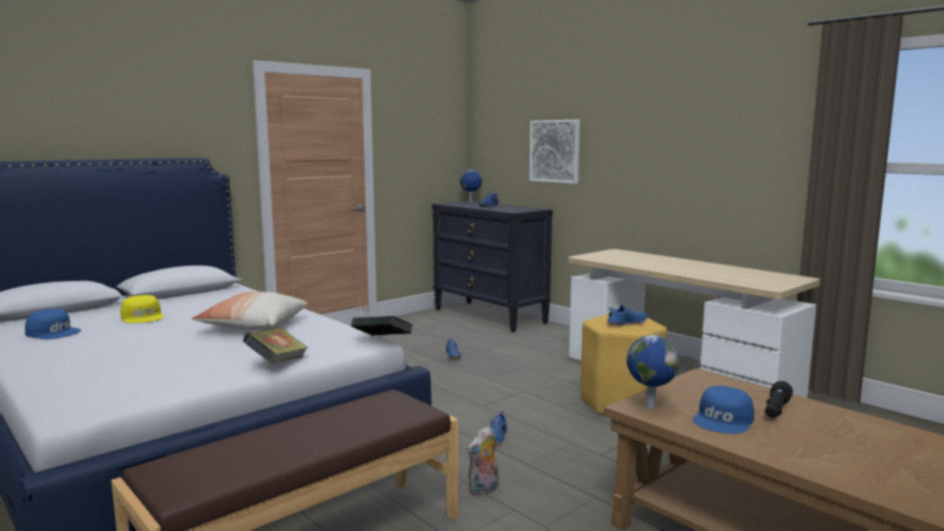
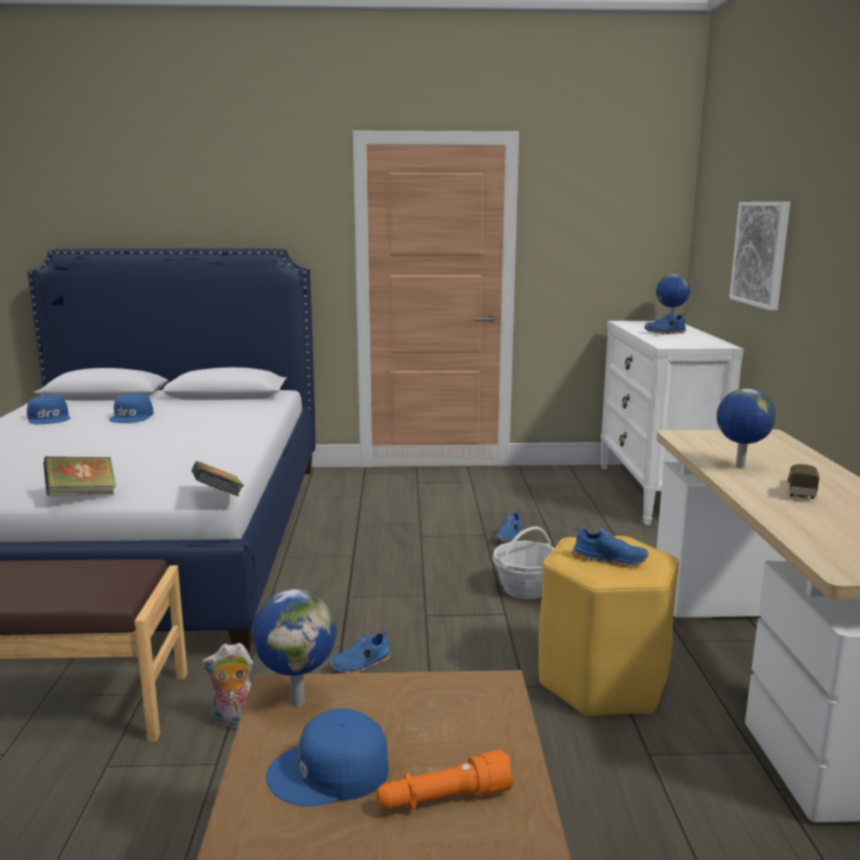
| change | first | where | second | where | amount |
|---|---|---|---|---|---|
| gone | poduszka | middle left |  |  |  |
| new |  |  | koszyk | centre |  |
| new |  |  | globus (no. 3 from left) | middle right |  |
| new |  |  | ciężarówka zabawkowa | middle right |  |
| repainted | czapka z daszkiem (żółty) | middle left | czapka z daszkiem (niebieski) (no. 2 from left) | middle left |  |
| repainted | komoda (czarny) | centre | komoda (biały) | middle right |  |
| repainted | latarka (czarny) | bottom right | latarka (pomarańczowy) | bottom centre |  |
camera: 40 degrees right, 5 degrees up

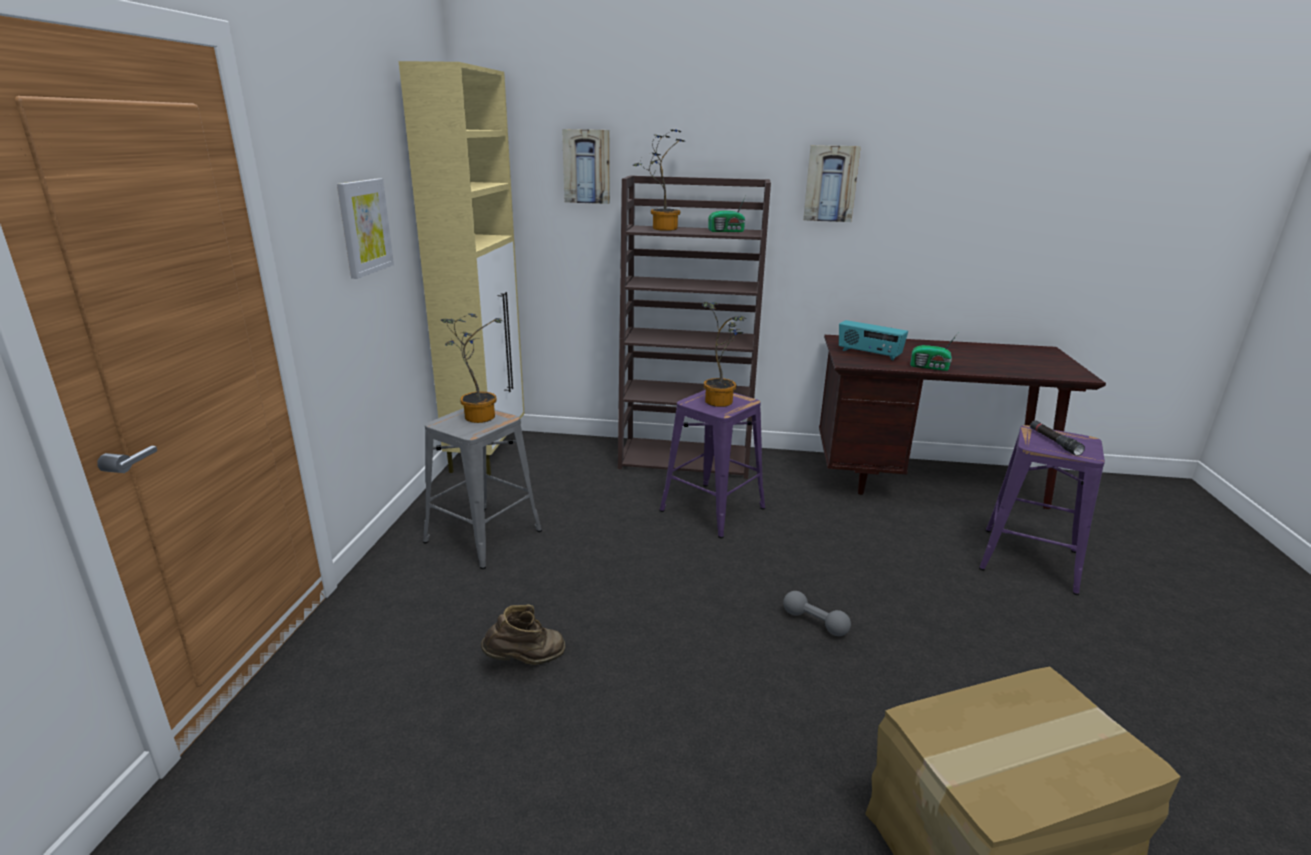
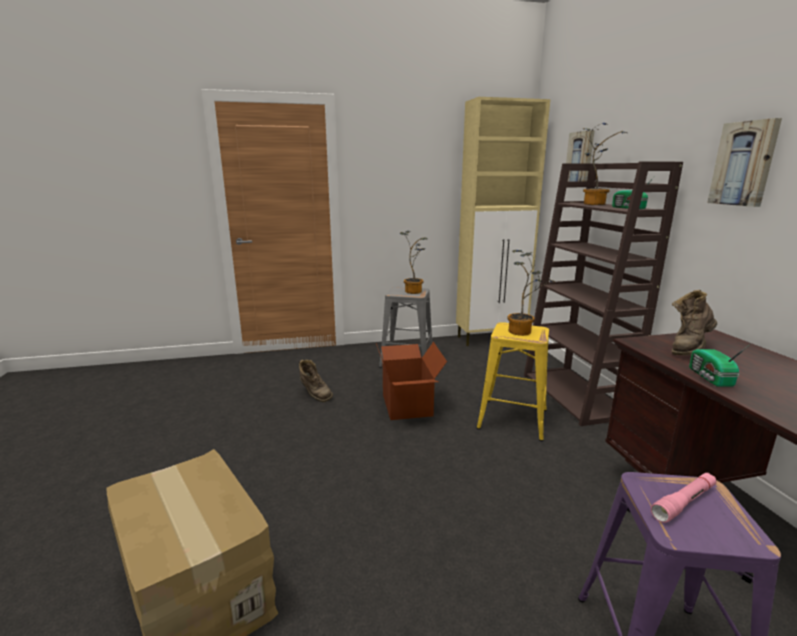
| change | first | where | second | where | amount |
|---|---|---|---|---|---|
| gone | obraz (no. 1 from left) | top left |  |  |  |
| gone | hantel (szary) | bottom centre |  |  |  |
| new |  |  | karton (no. 2 from left) | centre |  |
| swapped | radio (no. 2 from left) | centre | but z cholewką (brązowy) (no. 2 from left) | middle right |  |
| repainted | stołek (fioletowy) (no. 1 from left) | centre | stołek (żółty) | centre |  |
| repainted | latarka (czarny) | middle right | latarka (różowy) | bottom right |  |
camera: 70 degrees right, 5 degrees down

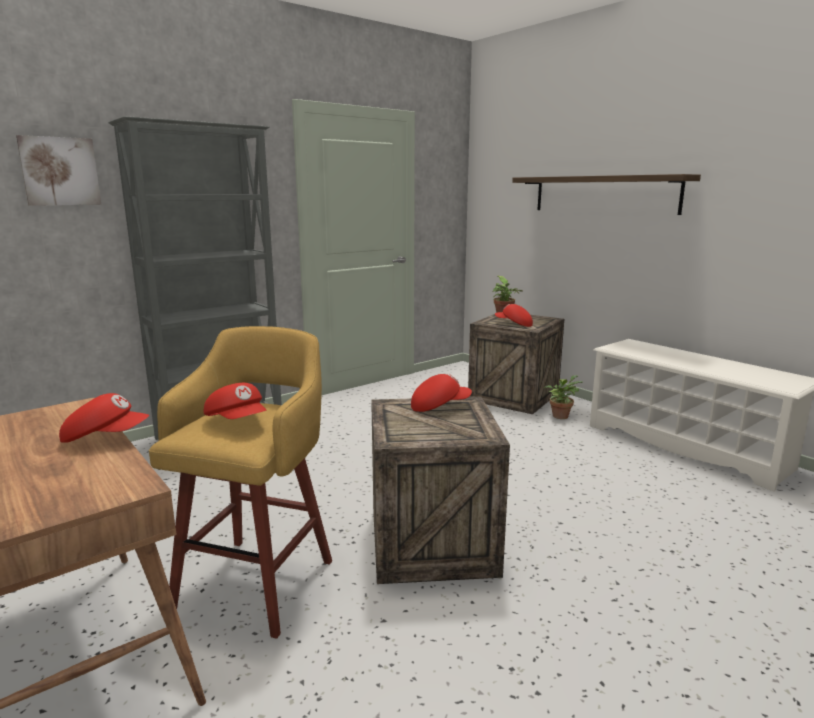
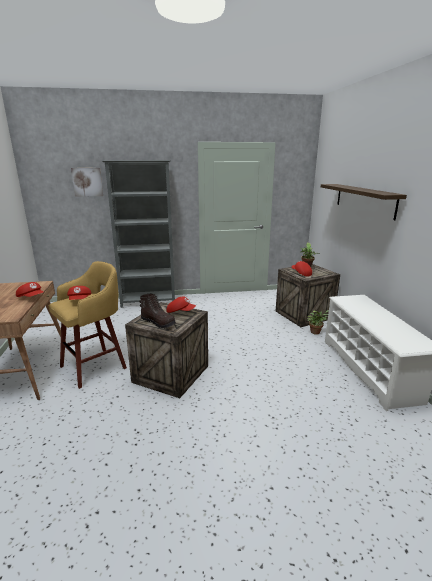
| change | first | where | second | where | amount |
|---|---|---|---|---|---|
| new |  |  | but z cholewką (brązowy) | centre |  |
camera: 30 degrees right, 5 degrees up

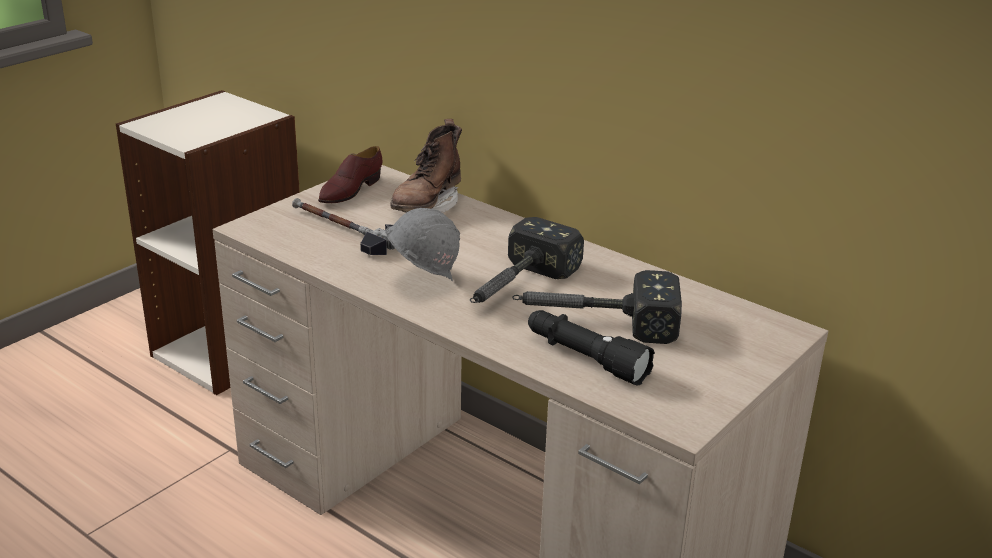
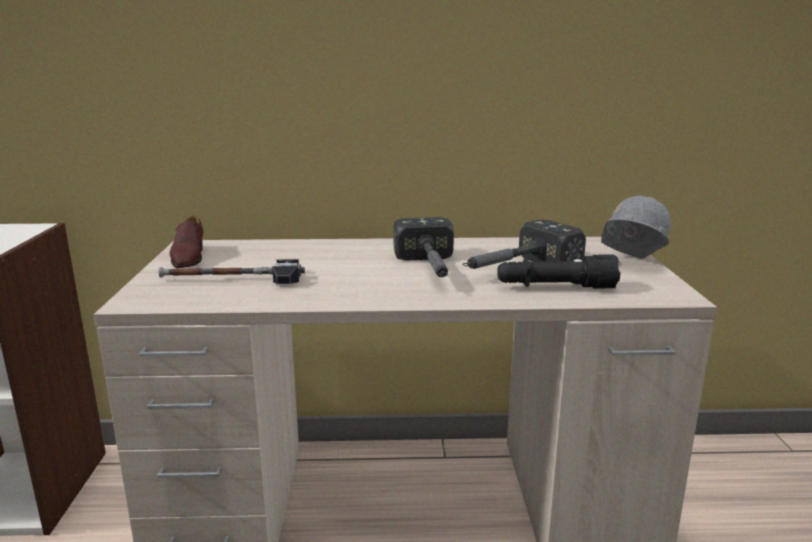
| change | first | where | second | where | amount |
|---|---|---|---|---|---|
| gone | but z cholewką (brązowy) | top centre |  |  |  |
| shifted | kask (szary) | centre |  | middle right |  |
camera: 40 degrees left, 10 degrees down

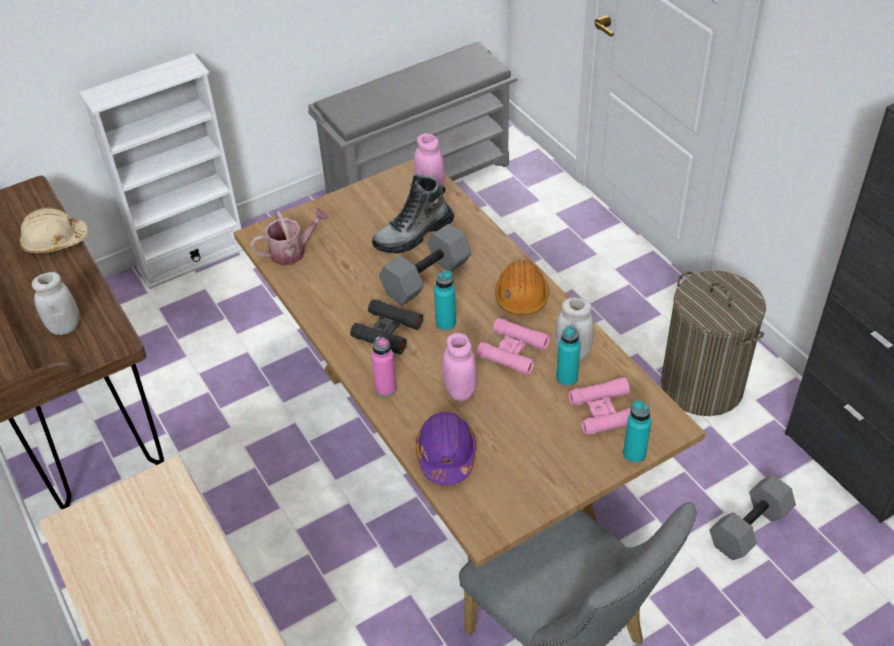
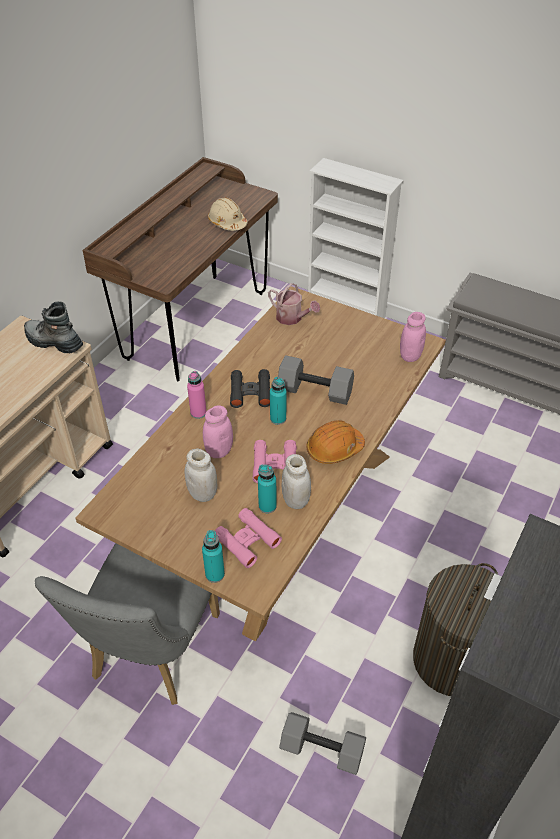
| change | first | where | second | where | amount |
|---|---|---|---|---|---|
| gone | kask (fioletowy) | bottom centre |  |  |  |
| shifted | słoik (biały) (no. 1 from left) | middle left |  | centre |  |
| shifted | but z cholewką | top centre |  | middle left |  |
camera: 60 degrees right, 0 degrees up

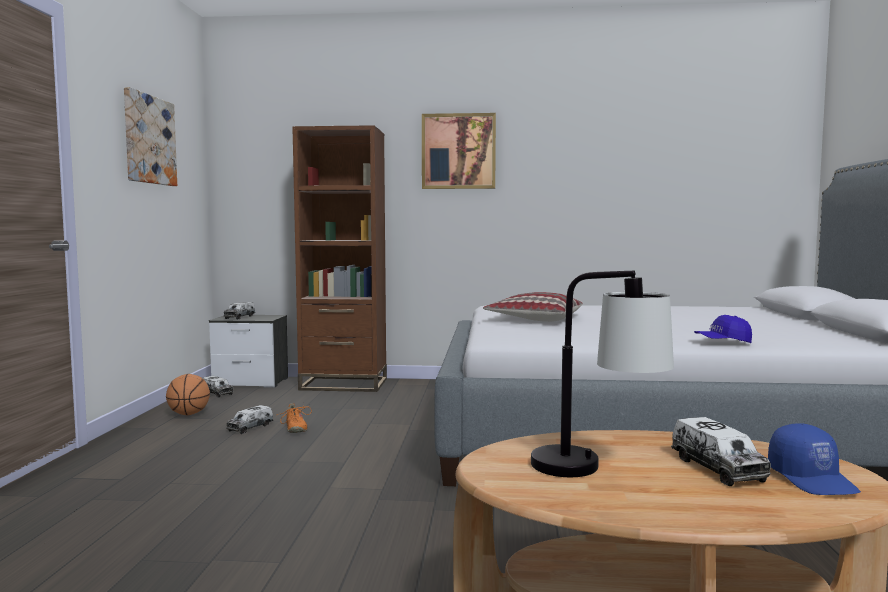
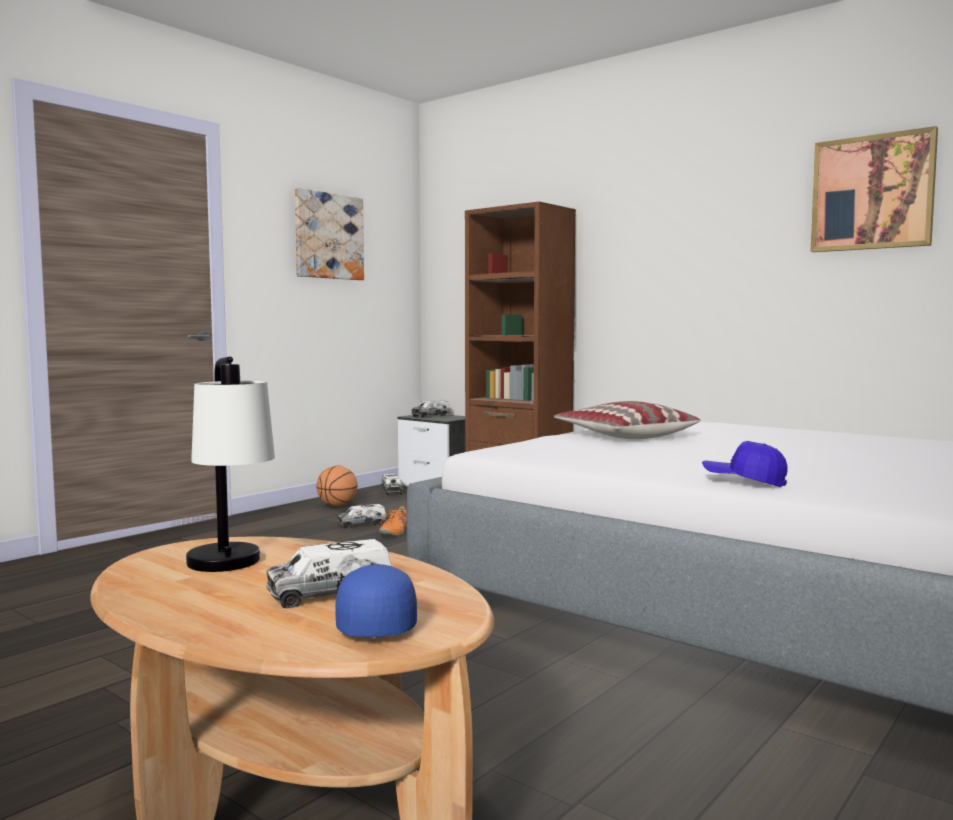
| change | first | where | second | where | amount |
|---|---|---|---|---|---|
| shifted | obraz (no. 2 from left) | top centre |  | top right |  |
| rotated | ciężarówka zabawkowa (no. 4 from left in the first image) | bottom right | ciężarówka zabawkowa (no. 1 from left) | bottom centre | 45 degrees clockwise |
| rotated | czapka z daszkiem (niebieski) (no. 2 from left in the first image) | bottom right | czapka z daszkiem (niebieski) (no. 1 from left) | bottom centre | 150 degrees clockwise |
camera: 35 degrees right, 0 degrees up

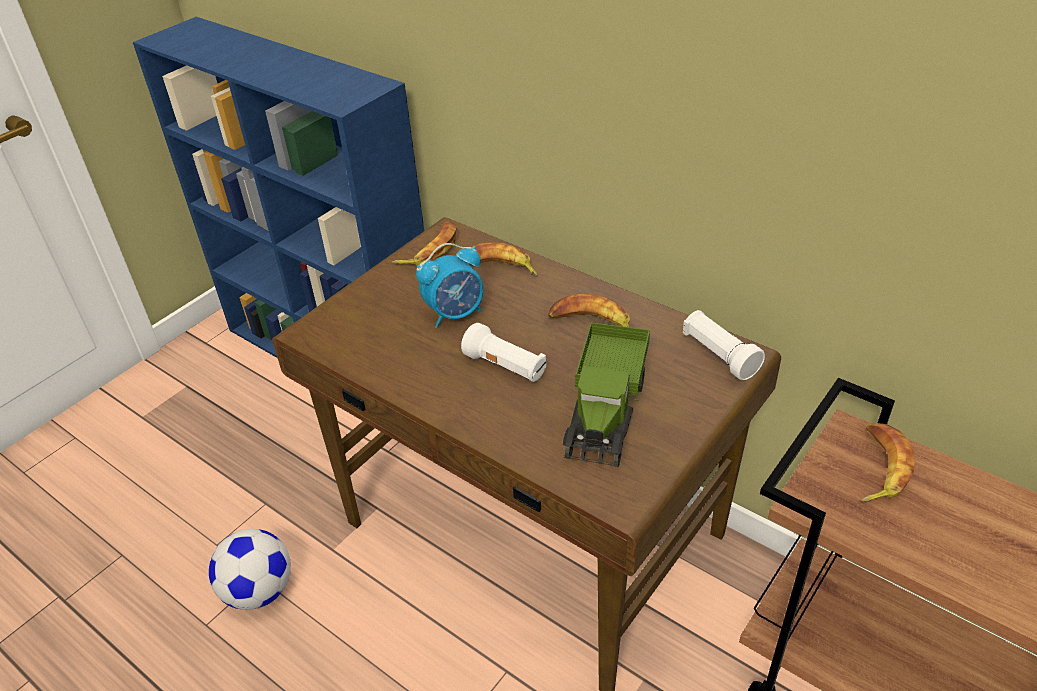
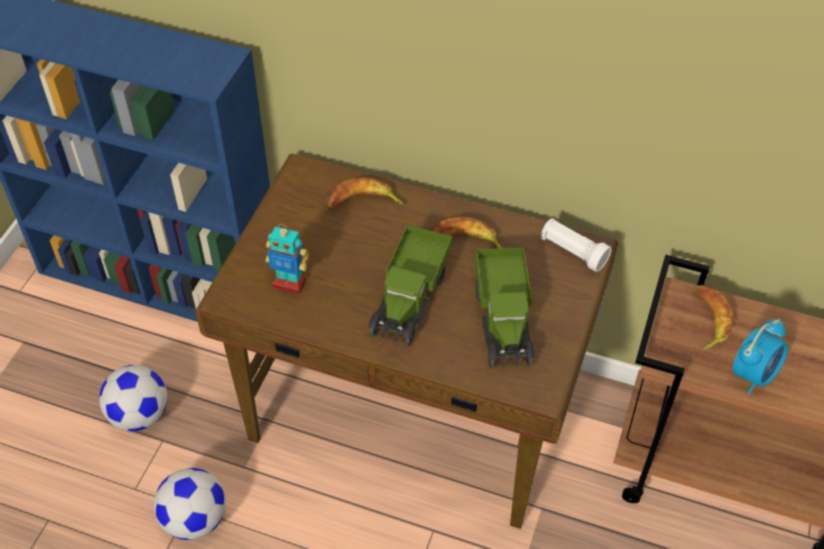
| change | first | where | second | where | amount |
|---|---|---|---|---|---|
| gone | banan (no. 1 from left) | centre |  |  |  |
| new |  |  | piłka futbolowa (no. 1 from left) | bottom left |  |
| new |  |  | robot zabawkowy | centre |  |
| shifted | budzik | centre |  | middle right |  |
| swapped | latarka (biały) (no. 1 from left) | centre | ciężarówka zabawkowa (no. 1 from left) | centre |  |
camera: 20 degrees left, 10 degrees up

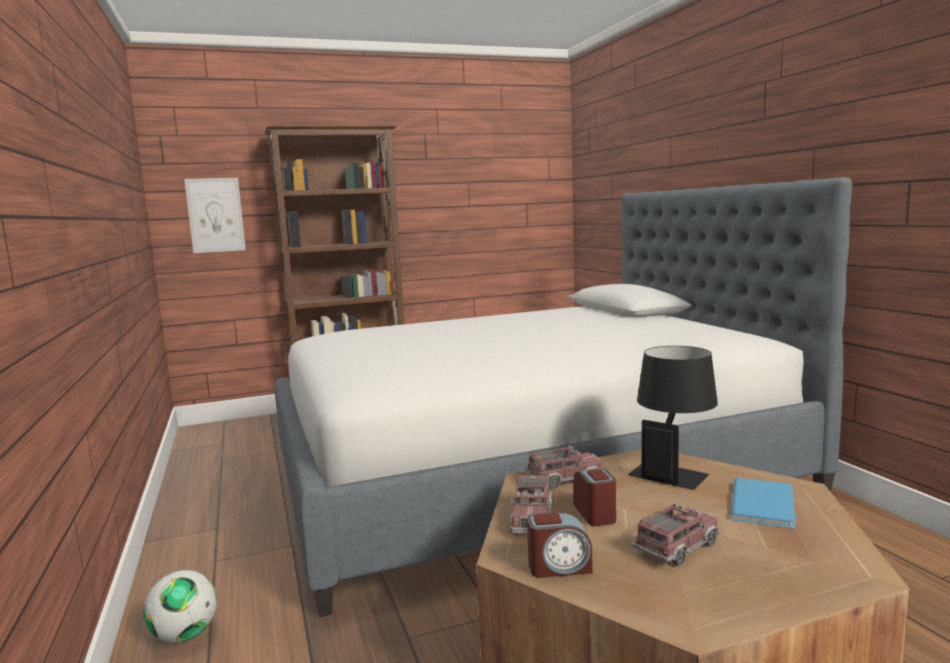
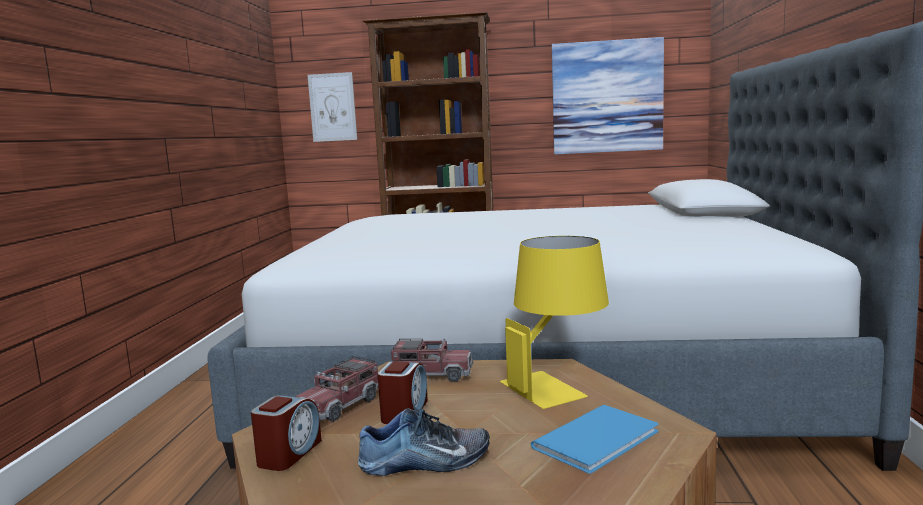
| change | first | where | second | where | amount |
|---|---|---|---|---|---|
| gone | piłka futbolowa | bottom left |  |  |  |
| new |  |  | obraz (no. 2 from left) | top centre |  |
| swapped | ciężarówka zabawkowa (no. 3 from left) | bottom right | but | bottom centre |  |
| repainted | lampa stołowa (czarny) | middle right | lampa stołowa (żółty) | centre |  |
| rotated | budzik (no. 1 from left) | bottom centre |  | bottom left | 90 degrees counterclockwise |
camera: 25 degrees right, 0 degrees up

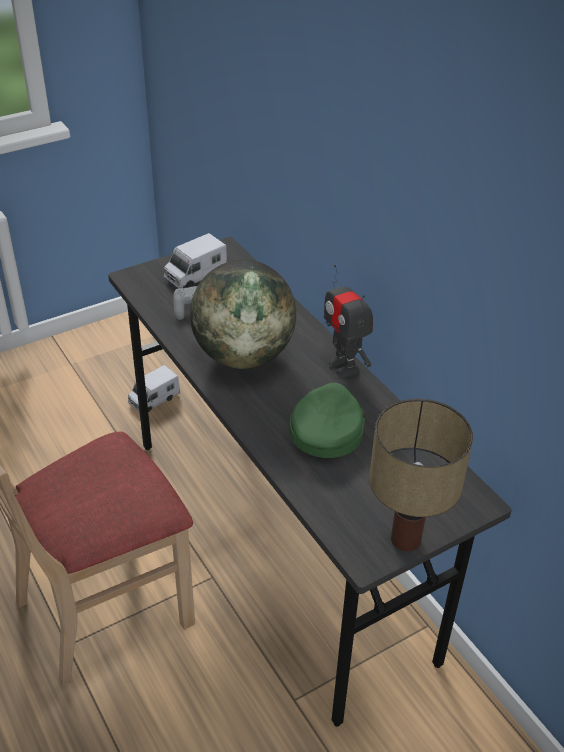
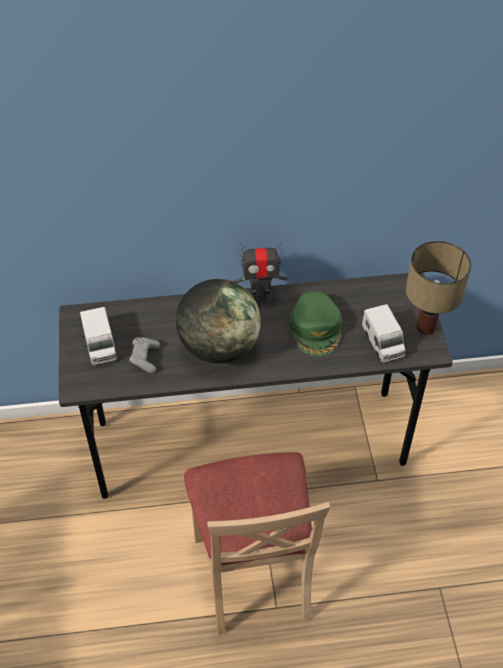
| change | first | where | second | where | amount |
|---|---|---|---|---|---|
| shifted | ciężarówka zabawkowa (no. 1 from left in the first image) | middle left | ciężarówka zabawkowa (no. 2 from left) | middle right |  |
| rotated | czapka z daszkiem (zielony) | centre |  | centre | 135 degrees counterclockwise |
camera: 65 degrees left, 10 degrees up

